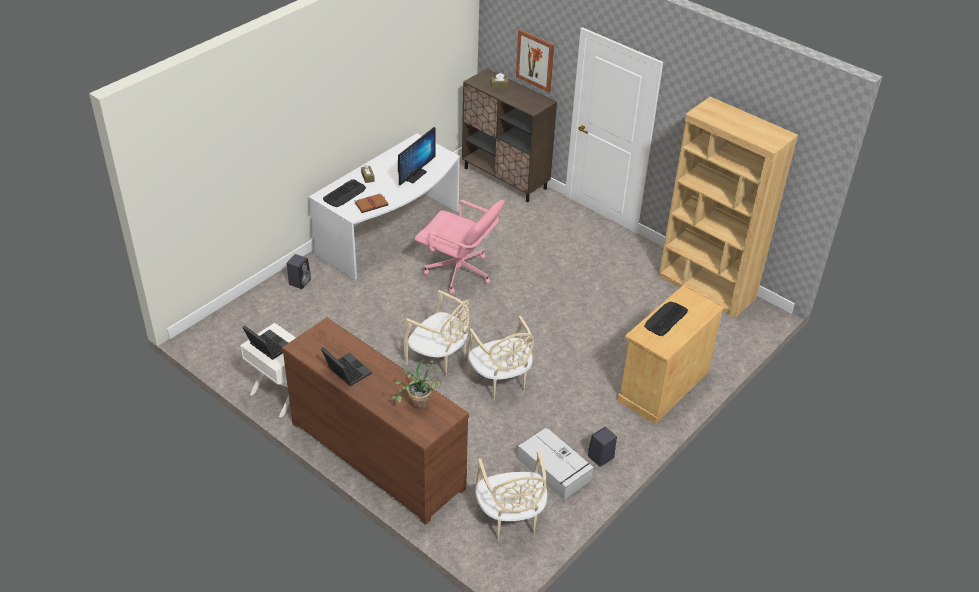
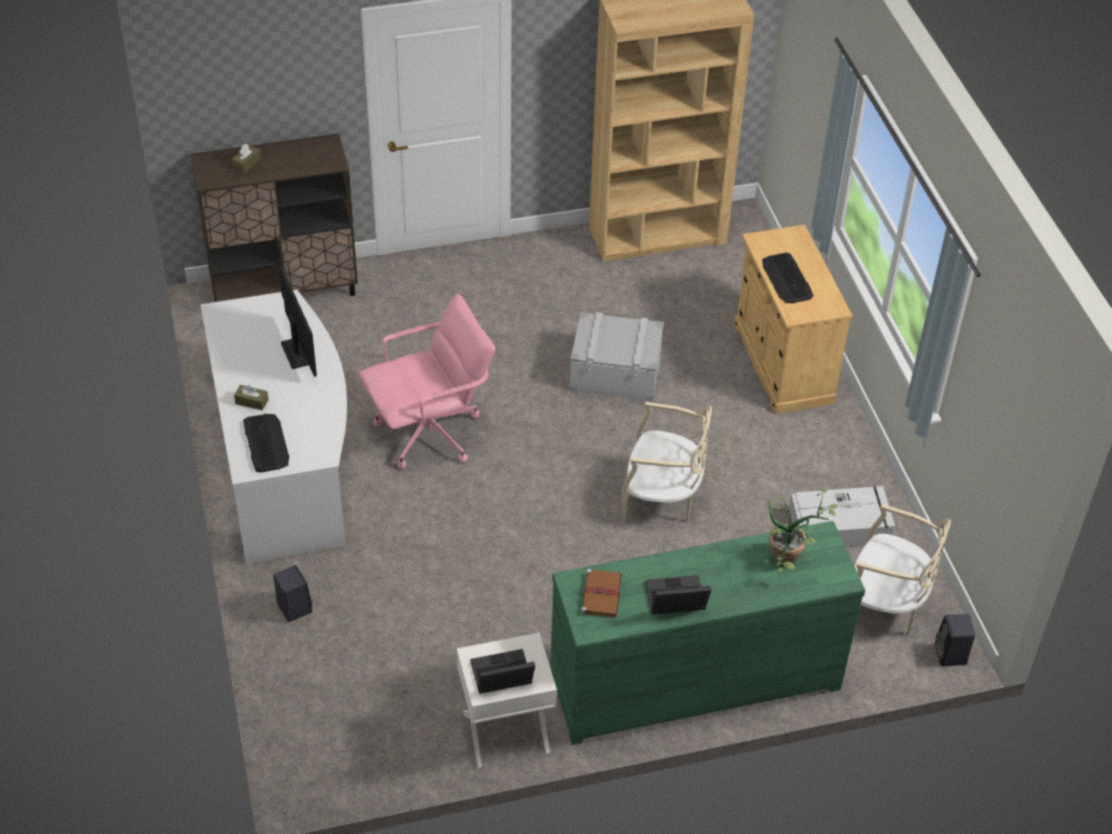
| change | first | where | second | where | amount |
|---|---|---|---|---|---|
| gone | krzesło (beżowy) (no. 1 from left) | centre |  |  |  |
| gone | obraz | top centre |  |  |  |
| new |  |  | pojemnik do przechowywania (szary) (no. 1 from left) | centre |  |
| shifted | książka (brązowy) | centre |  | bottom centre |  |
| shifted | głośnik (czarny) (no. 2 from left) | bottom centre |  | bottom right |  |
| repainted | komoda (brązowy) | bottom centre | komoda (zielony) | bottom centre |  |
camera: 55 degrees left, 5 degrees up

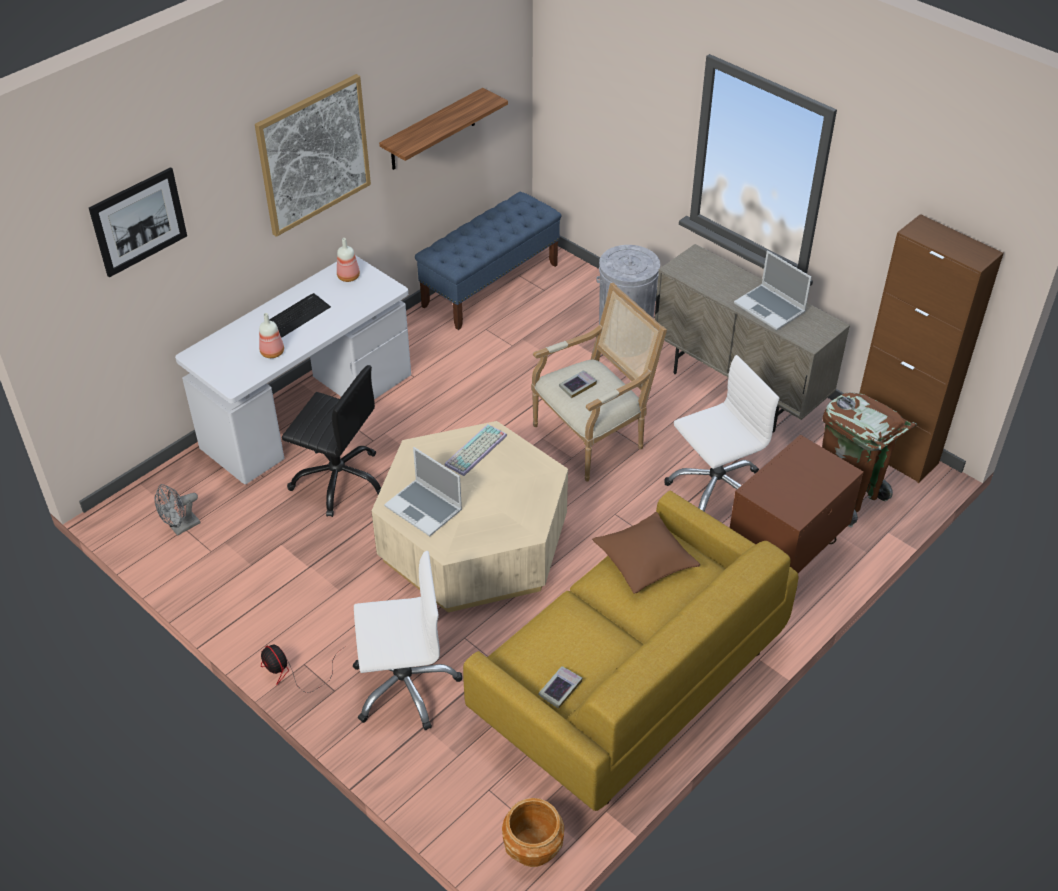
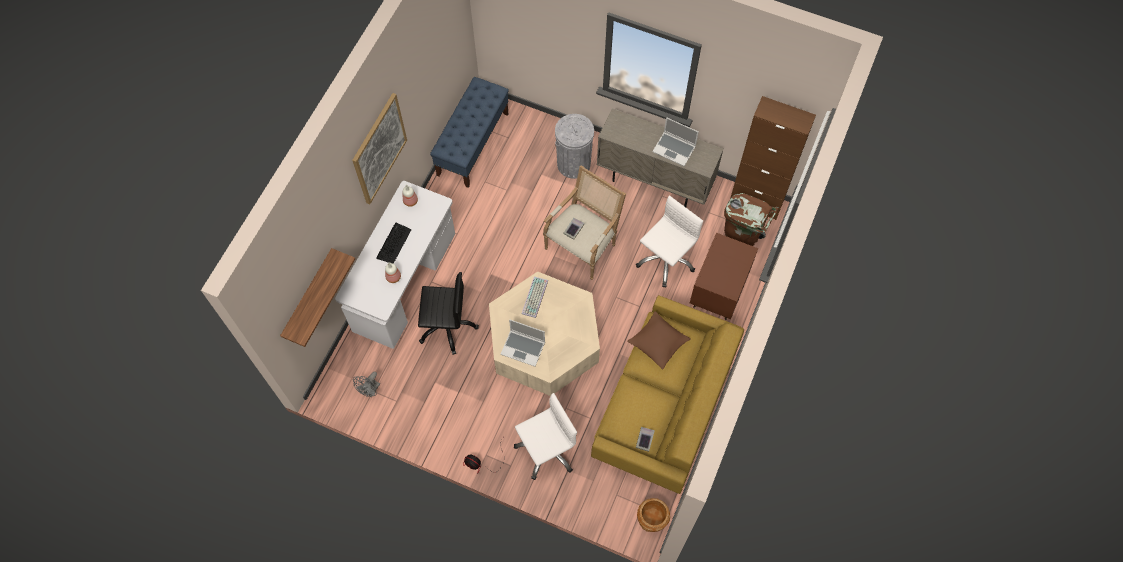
| change | first | where | second | where | amount |
|---|---|---|---|---|---|
| gone | obraz (no. 1 from left) | top left |  |  |  |
| shifted | półka | top centre |  | middle left |  |
camera: 20 degrees left, 20 degrees up

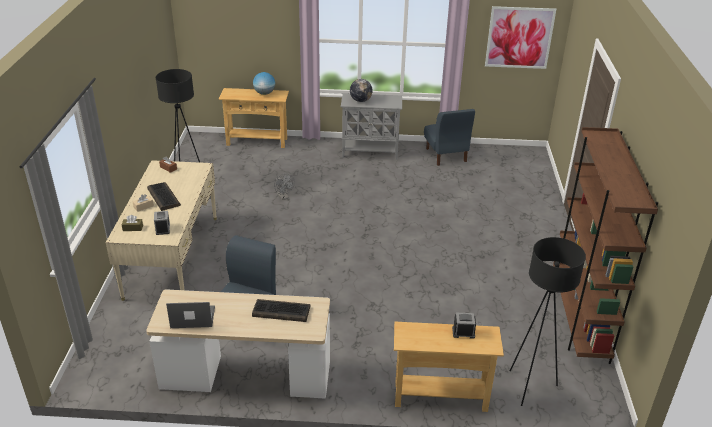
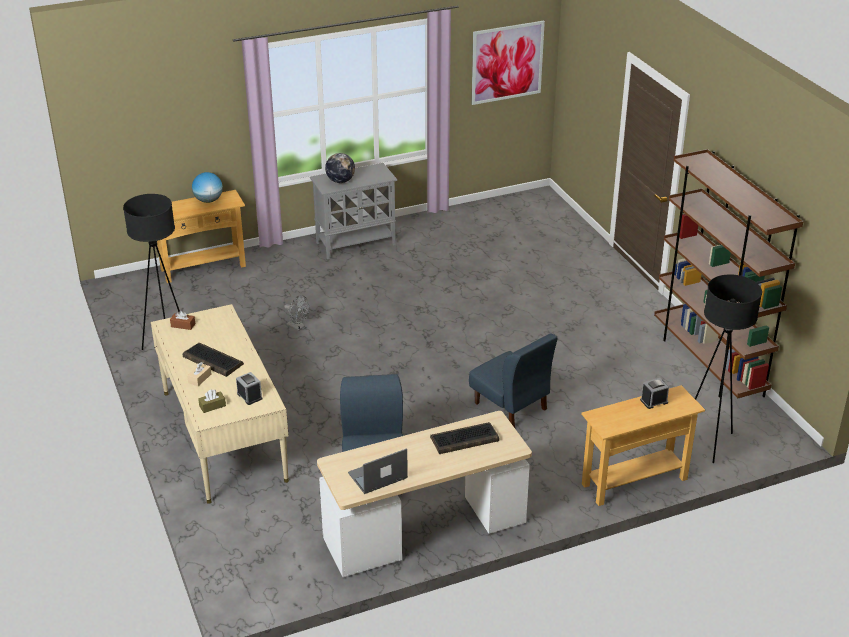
| change | first | where | second | where | amount |
|---|---|---|---|---|---|
| shifted | krzesło (niebieski) (no. 2 from left) | top centre |  | centre |  |
camera: 25 degrees left, 0 degrees up

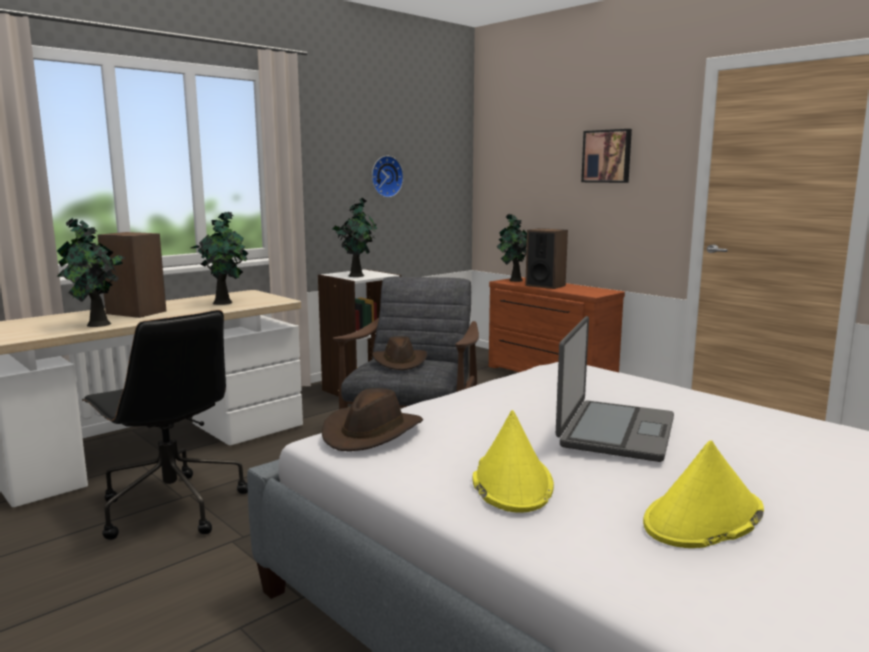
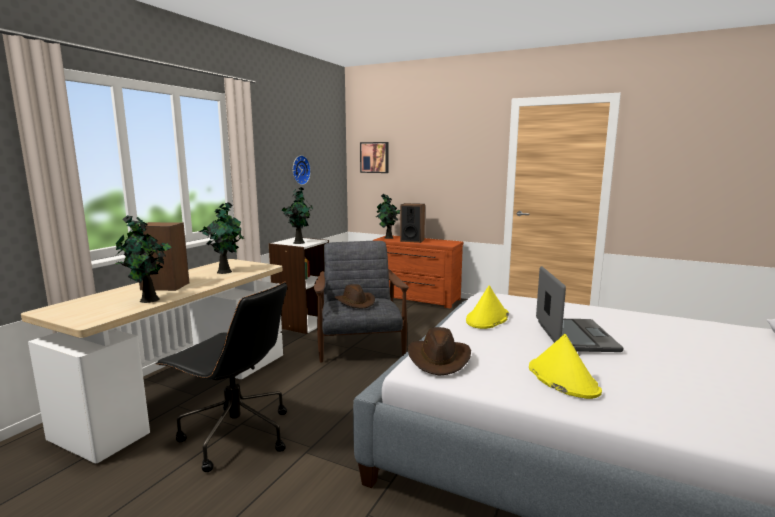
| change | first | where | second | where | amount |
|---|---|---|---|---|---|
| shifted | obraz | top right |  | top centre |  |
| shifted | kapelusz (żółty) (no. 2 from left in the first image) | bottom right | kapelusz (żółty) (no. 1 from left) | centre |  |
camera: 20 degrees left, 0 degrees up

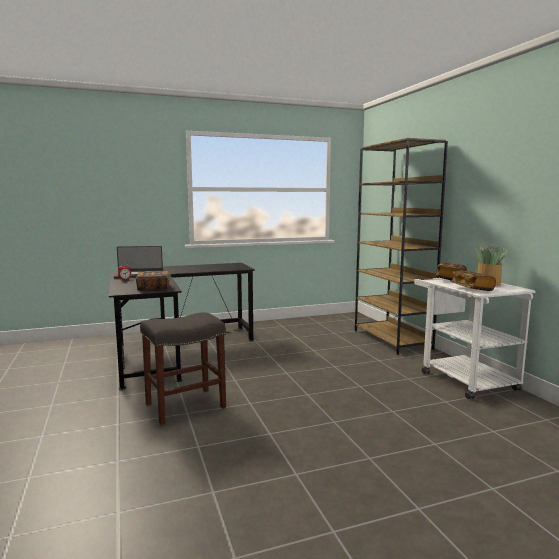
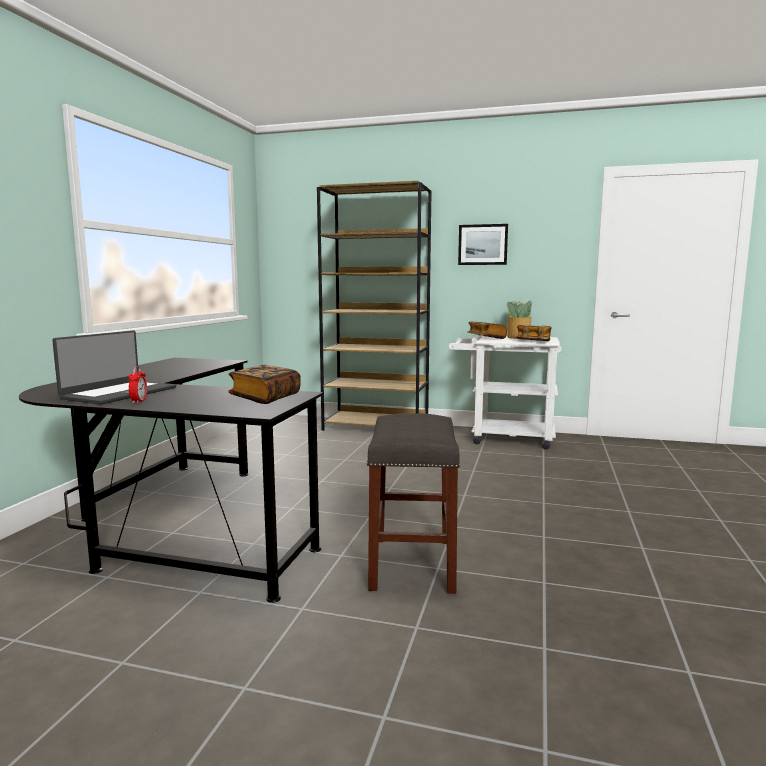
| change | first | where | second | where | amount |
|---|---|---|---|---|---|
| new |  |  | obraz | top centre |  |
camera: 55 degrees left, 0 degrees up

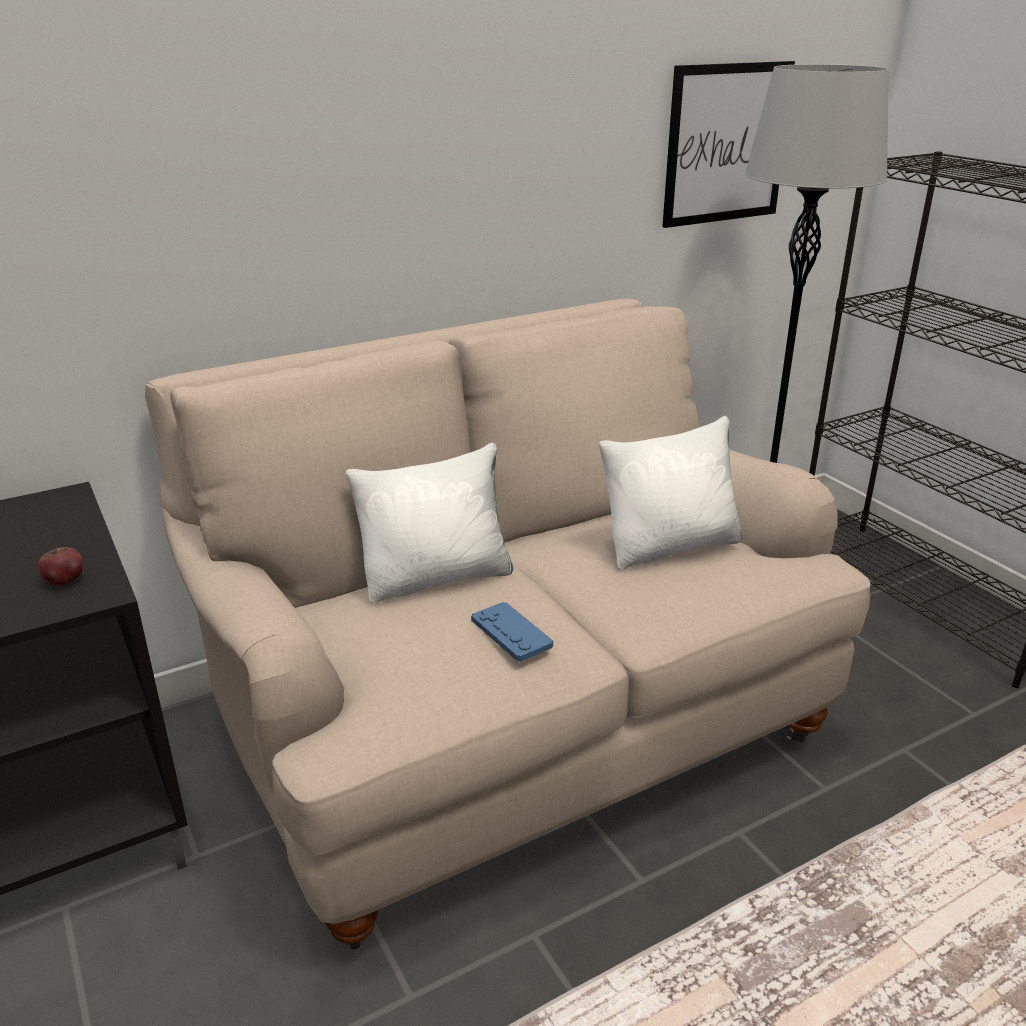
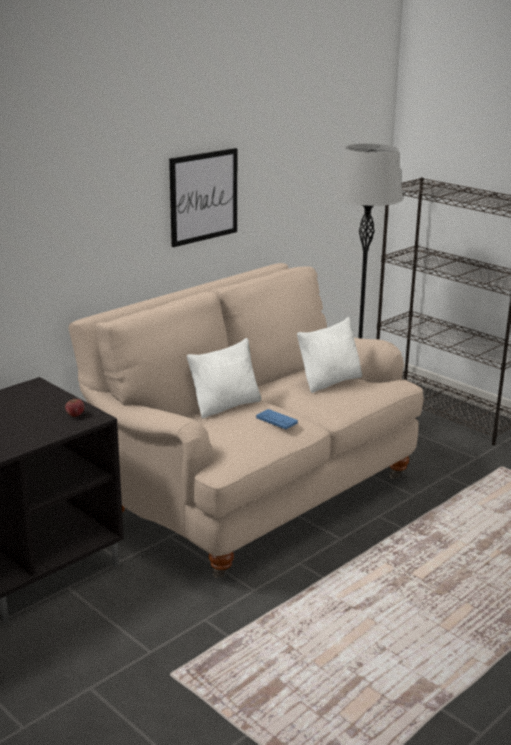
| change | first | where | second | where | amount |
|---|---|---|---|---|---|
| shifted | obraz | top right |  | top centre |  |
camera: 15 degrees left, 5 degrees down

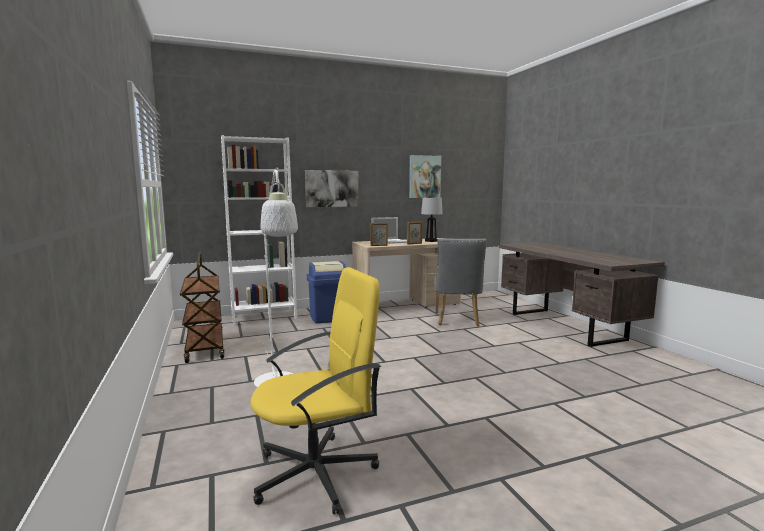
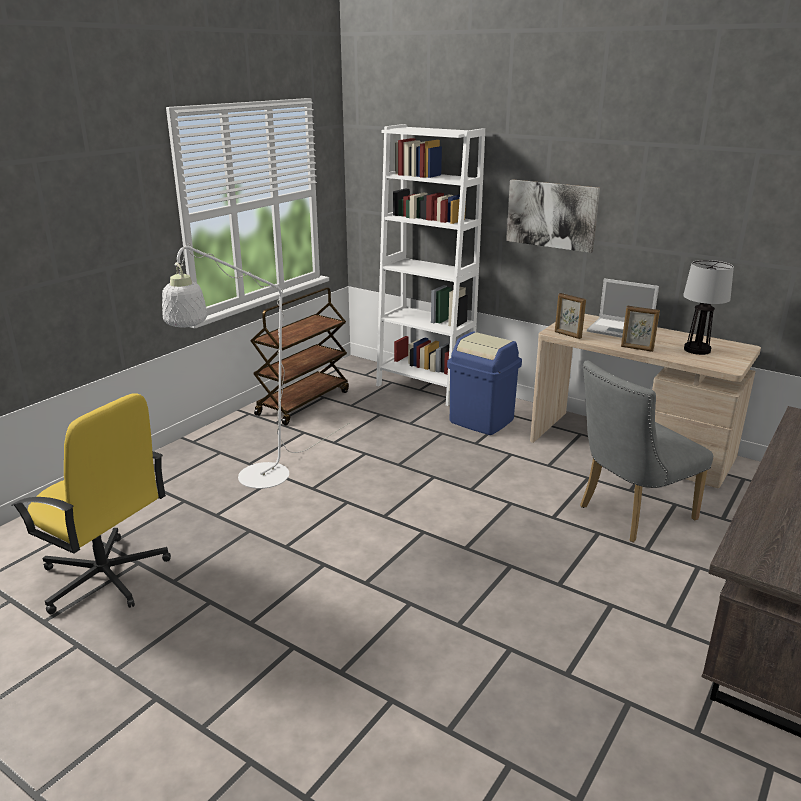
| change | first | where | second | where | amount |
|---|---|---|---|---|---|
| gone | obraz (no. 2 from left) | top centre |  |  |  |
camera: 55 degrees right, 15 degrees up

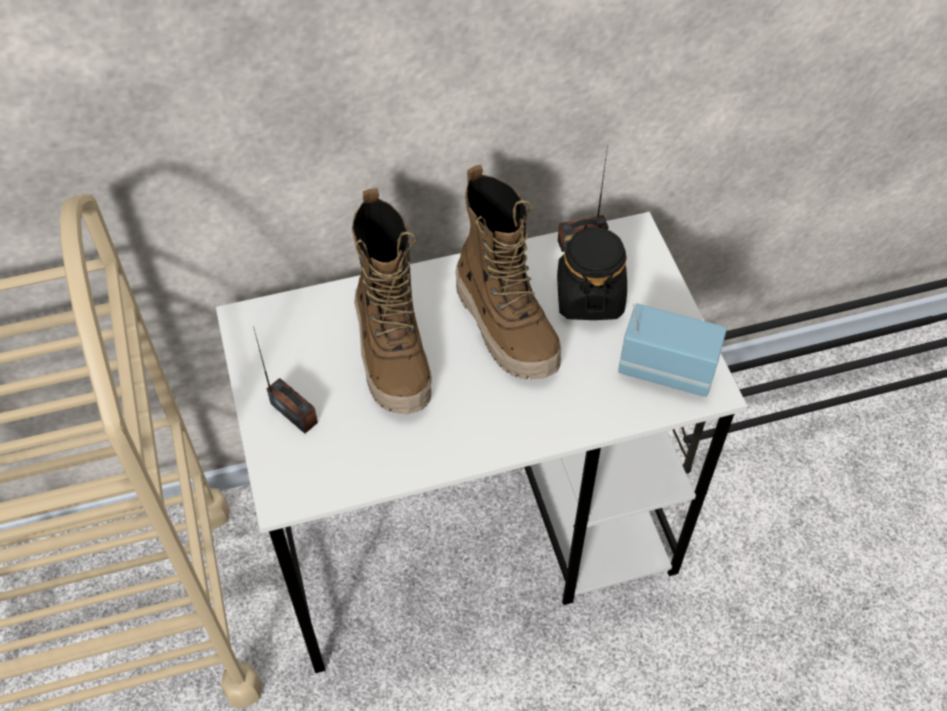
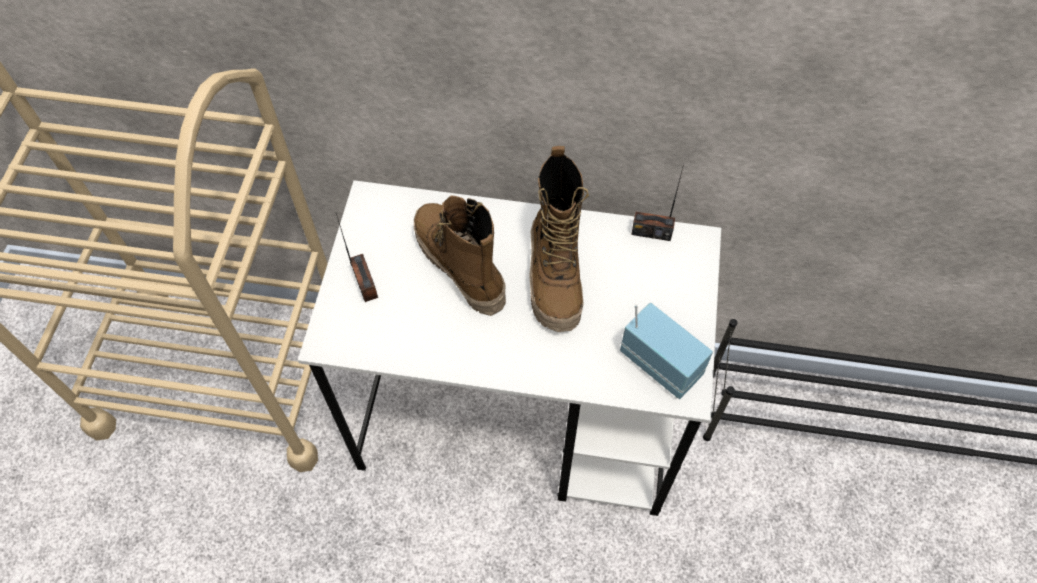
| change | first | where | second | where | amount |
|---|---|---|---|---|---|
| gone | słoik (czarny) | centre |  |  |  |
| rotated | but z cholewką (no. 1 from left) | centre |  | centre | 135 degrees clockwise |
camera: 25 degrees right, 5 degrees up

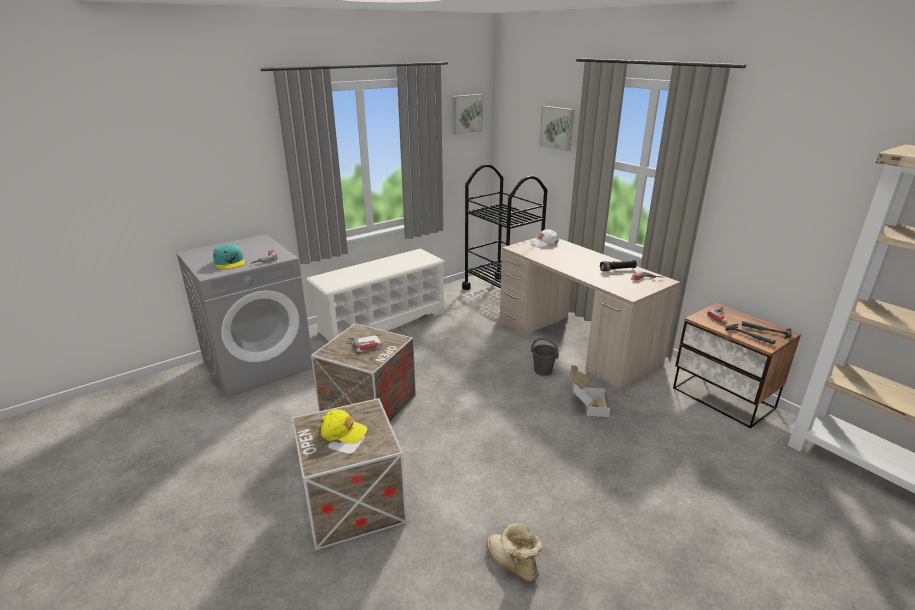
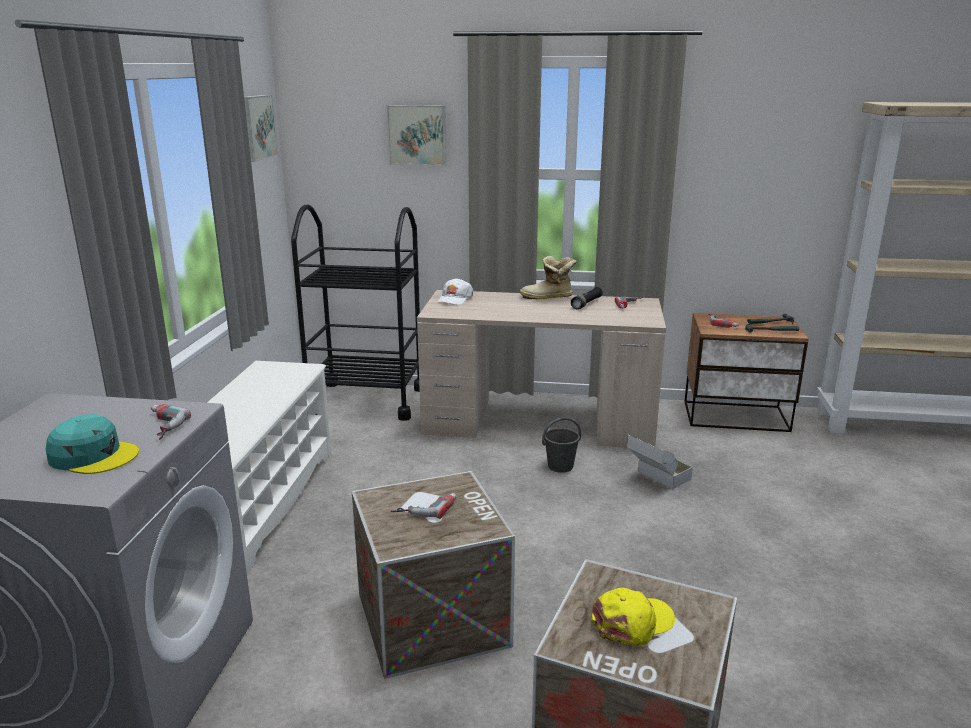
| change | first | where | second | where | amount |
|---|---|---|---|---|---|
| shifted | but z cholewką | bottom centre |  | centre |  |
camera: 45 degrees left, 5 degrees down

